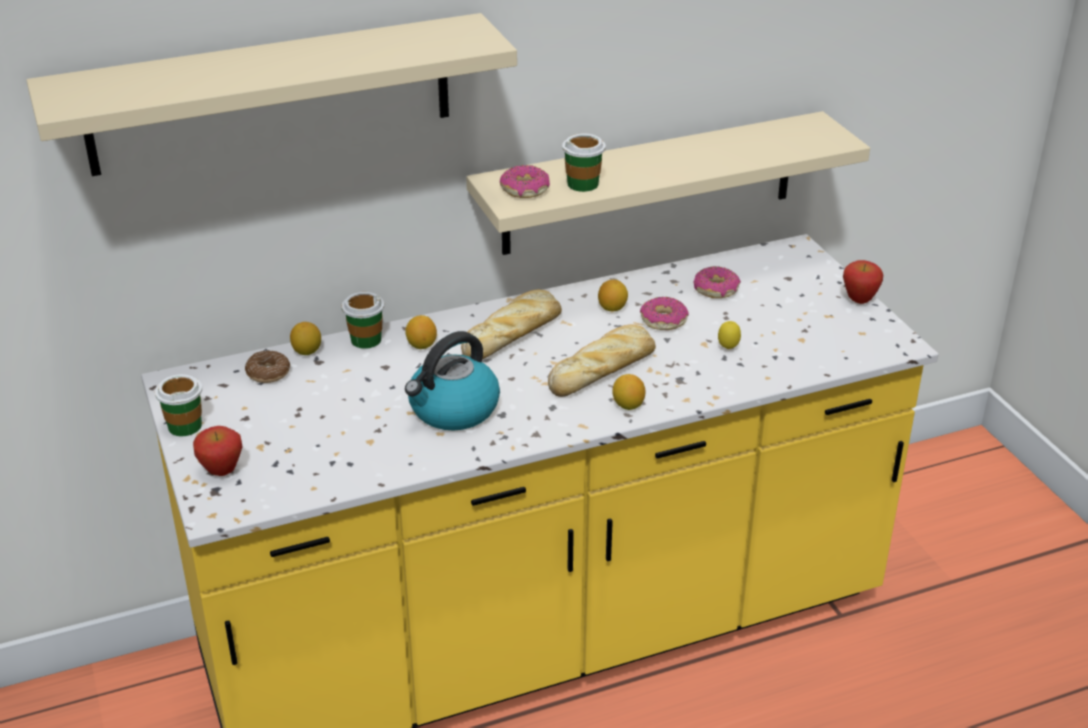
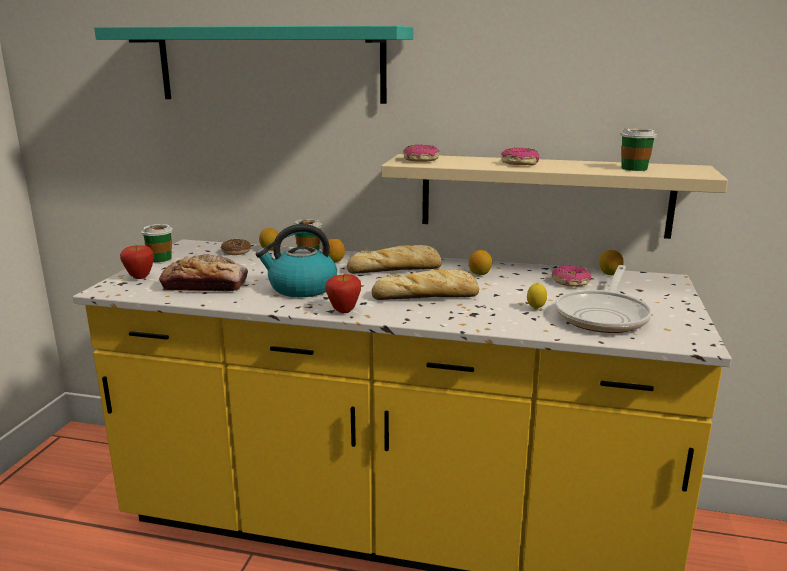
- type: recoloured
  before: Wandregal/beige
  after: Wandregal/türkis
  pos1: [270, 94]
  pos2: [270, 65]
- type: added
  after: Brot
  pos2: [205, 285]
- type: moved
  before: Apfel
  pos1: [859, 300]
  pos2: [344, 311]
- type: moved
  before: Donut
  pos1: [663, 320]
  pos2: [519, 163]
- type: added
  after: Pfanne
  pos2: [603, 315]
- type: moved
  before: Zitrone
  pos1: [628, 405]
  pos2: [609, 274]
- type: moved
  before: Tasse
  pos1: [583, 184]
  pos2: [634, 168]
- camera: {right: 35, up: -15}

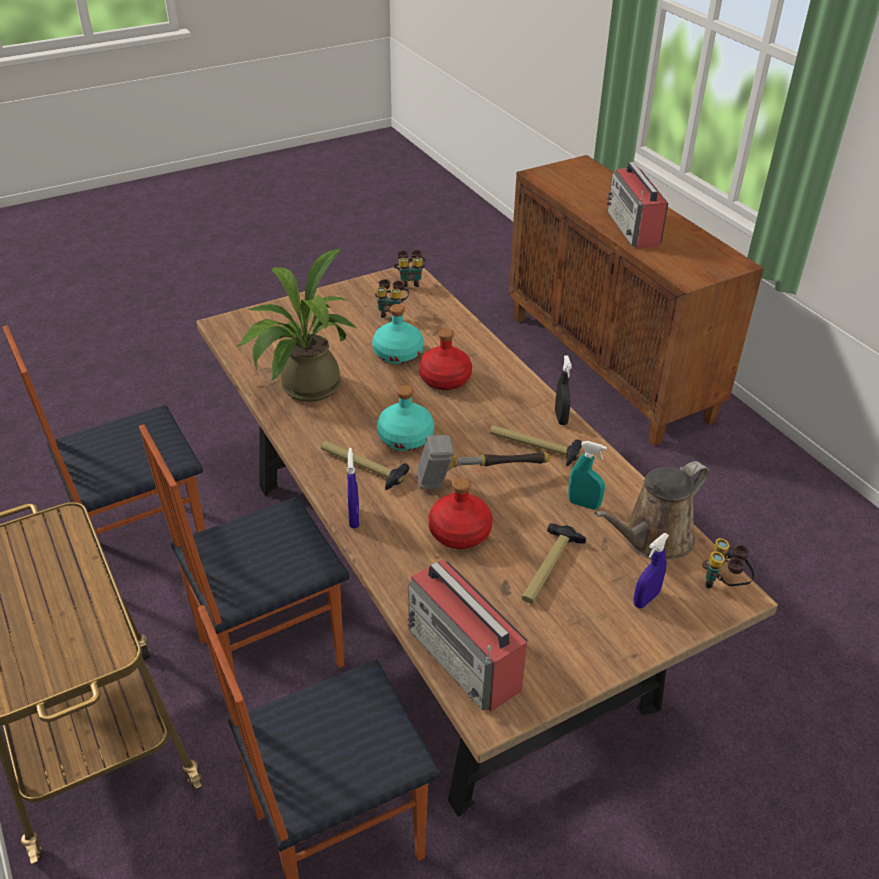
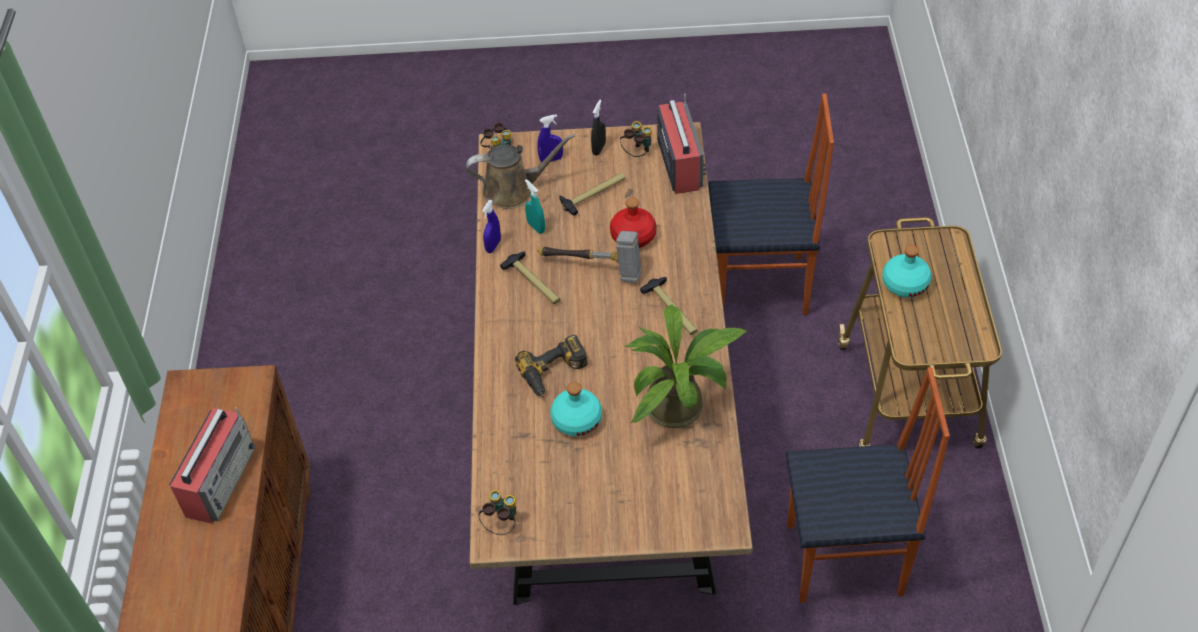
- type: moved
  before: Sprühflasche/blau
  pos1: [354, 518]
  pos2: [493, 246]
- type: replaced
  before: Flasche/rot
  after: Bohrmaschine
  pos1: [445, 379]
  pos2: [555, 373]
- type: moved
  before: Sprühflasche/schwarz
  pos1: [561, 418]
  pos2: [599, 148]
- type: moved
  before: Fernglas
  pos1: [391, 312]
  pos2: [637, 153]
- type: moved
  before: Flasche/türkis
  pos1: [406, 438]
  pos2: [904, 283]
- type: removed
  before: Stuhl
  pos1: [269, 652]
- camera: {right: -150, up: 10}

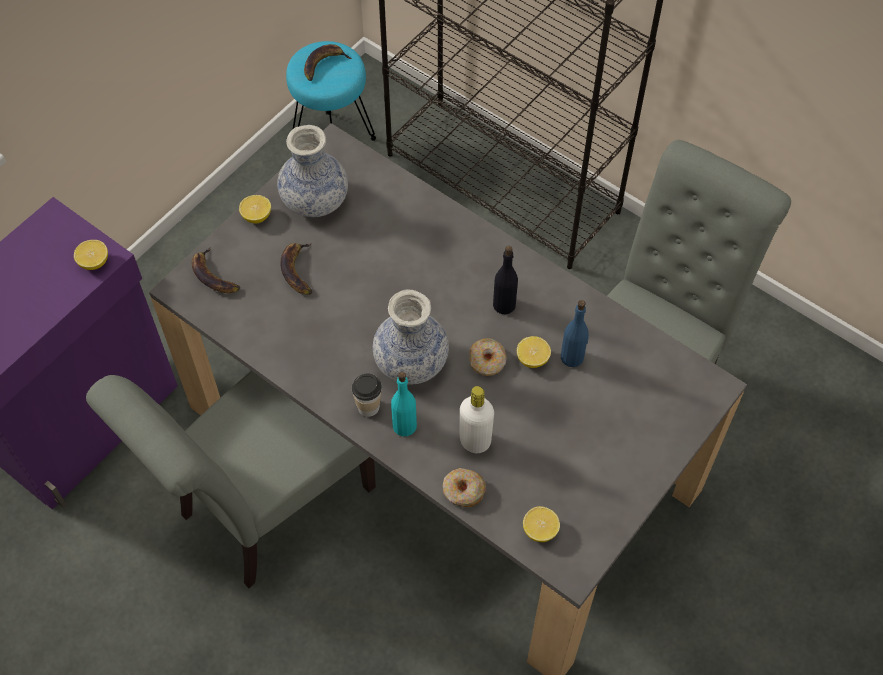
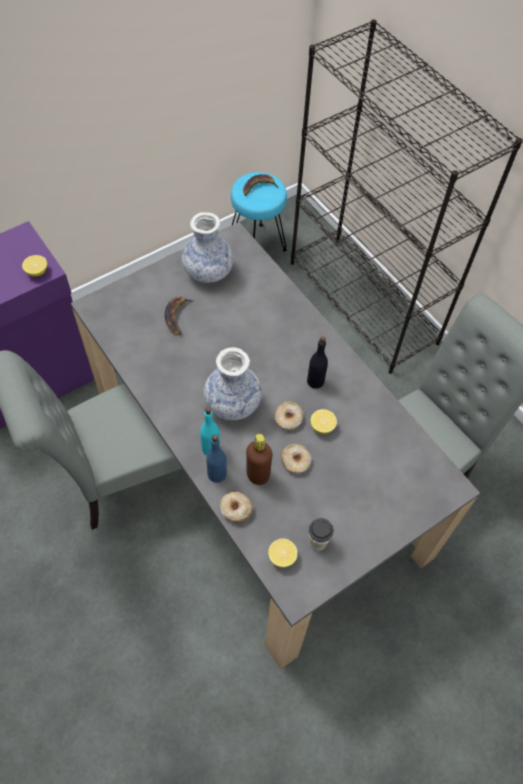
- type: moved
  before: Flasche/blau
  pos1: [572, 357]
  pos2: [217, 474]
- type: recoloured
  before: Flasche/weiß
  after: Flasche/braun
  pos1: [475, 441]
  pos2: [258, 475]
- type: added
  after: Donut
  pos2: [295, 461]
- type: moved
  before: Tasse
  pos1: [368, 406]
  pos2: [318, 542]
- type: removed
  before: Banane
  pos1: [213, 276]
- type: removed
  before: Zitrone
  pos1: [256, 216]
- camera: {right: 15, up: 0}

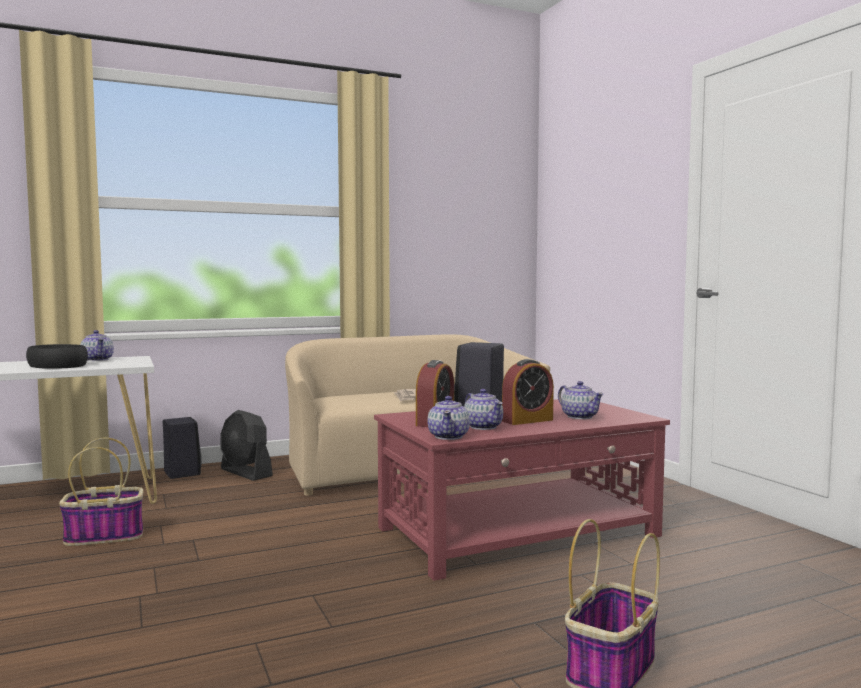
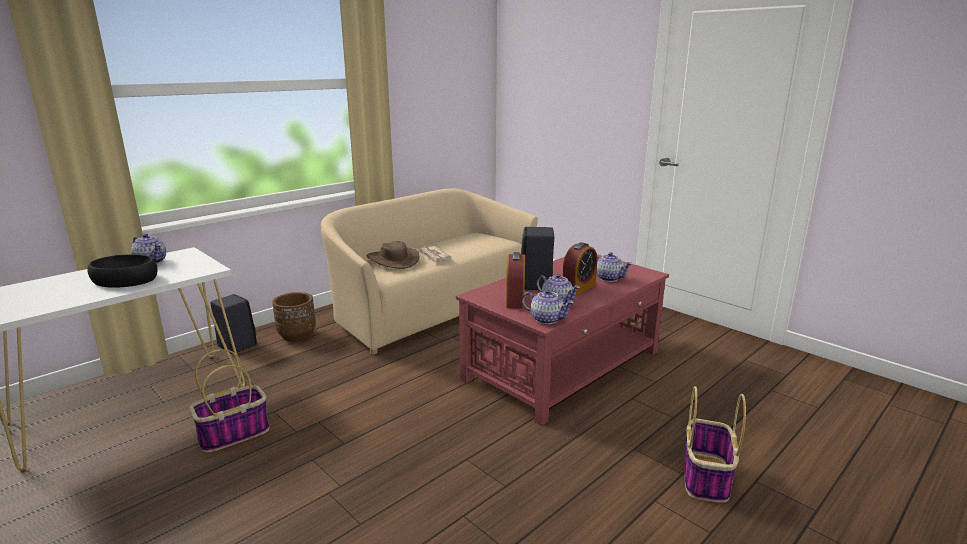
- type: replaced
  before: Ventilator/schwarz
  after: Pflanzkübel/braun
  pos1: [246, 473]
  pos2: [297, 336]
- type: added
  after: Hut/braun
  pos2: [393, 260]
- type: turned
  before: Teekanne
  pos1: [449, 436]
  pos2: [546, 319]
  turn: -45
- camera: {right: -20, up: 15}

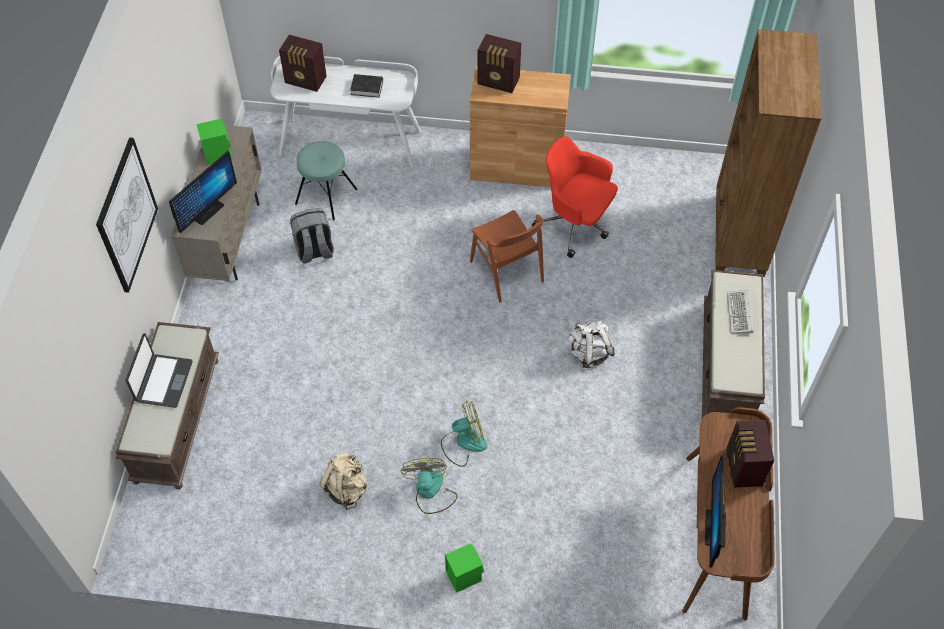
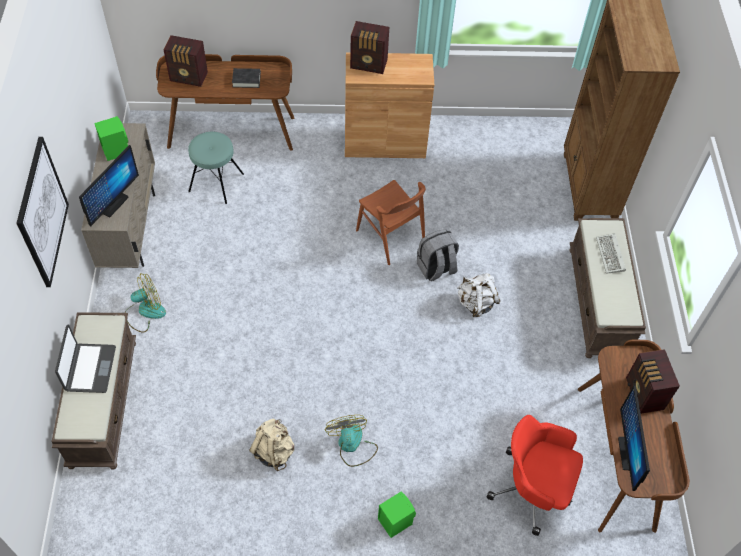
- type: moved
  before: Ventilator
  pos1: [463, 442]
  pos2: [145, 312]
- type: recoloured
  before: Schreibtisch/weiß
  after: Schreibtisch/braun
  pos1: [350, 141]
  pos2: [231, 131]
- type: moved
  before: Rucksack/grau
  pos1: [314, 251]
  pos2: [436, 268]
- type: moved
  before: Bürostuhl/rot
  pos1: [575, 224]
  pos2: [532, 489]
- camera: {right: -10, up: 0}

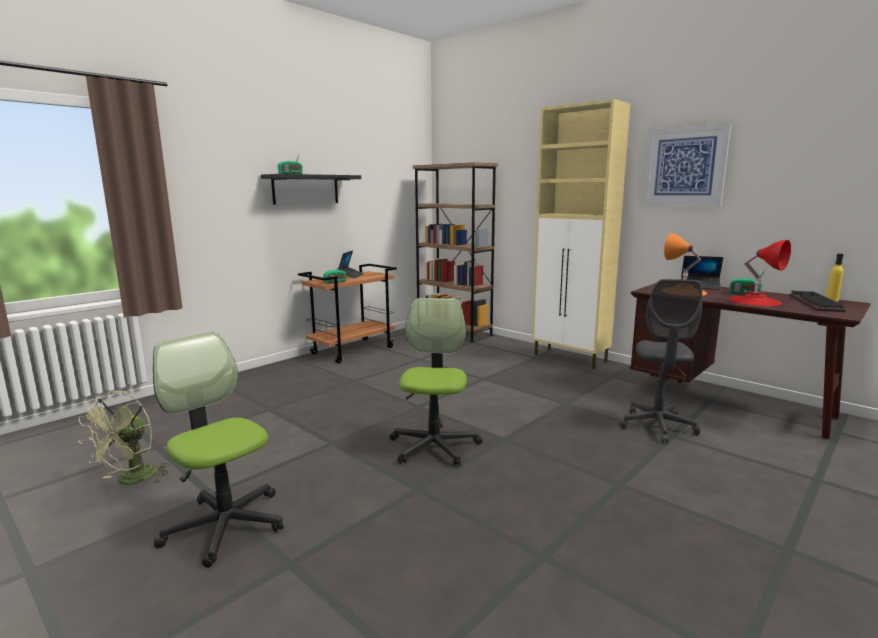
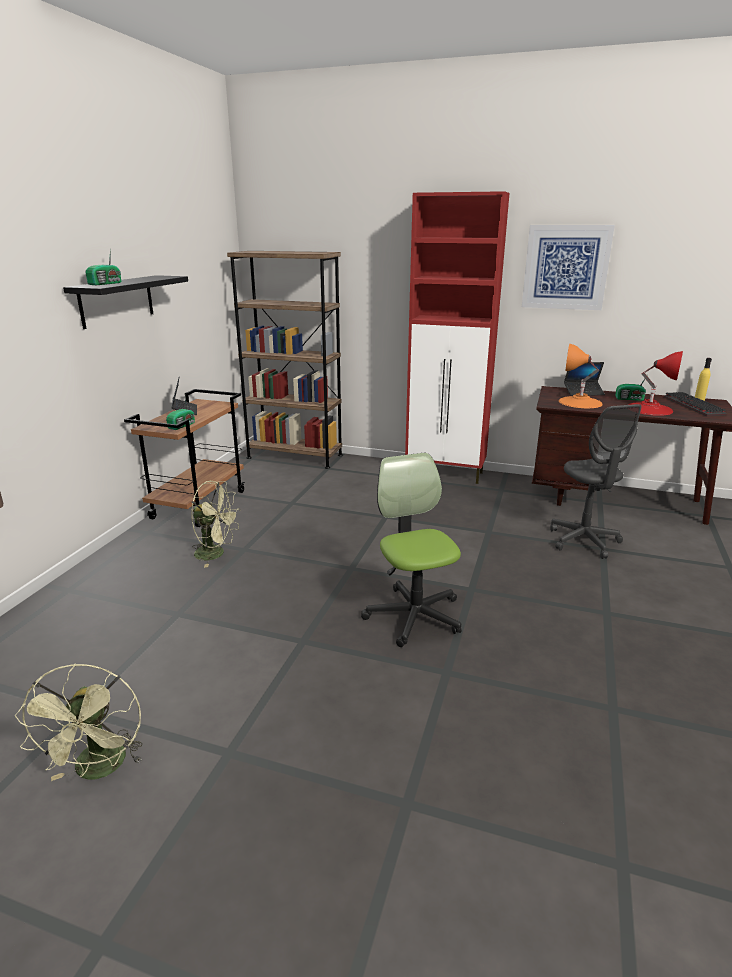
- type: added
  after: Ventilator/grün
  pos2: [216, 554]
- type: recoloured
  before: Schrank/beige
  after: Schrank/rot
  pos1: [570, 358]
  pos2: [446, 474]
- type: removed
  before: Bürostuhl
  pos1: [225, 525]
- camera: {right: -25, up: 10}

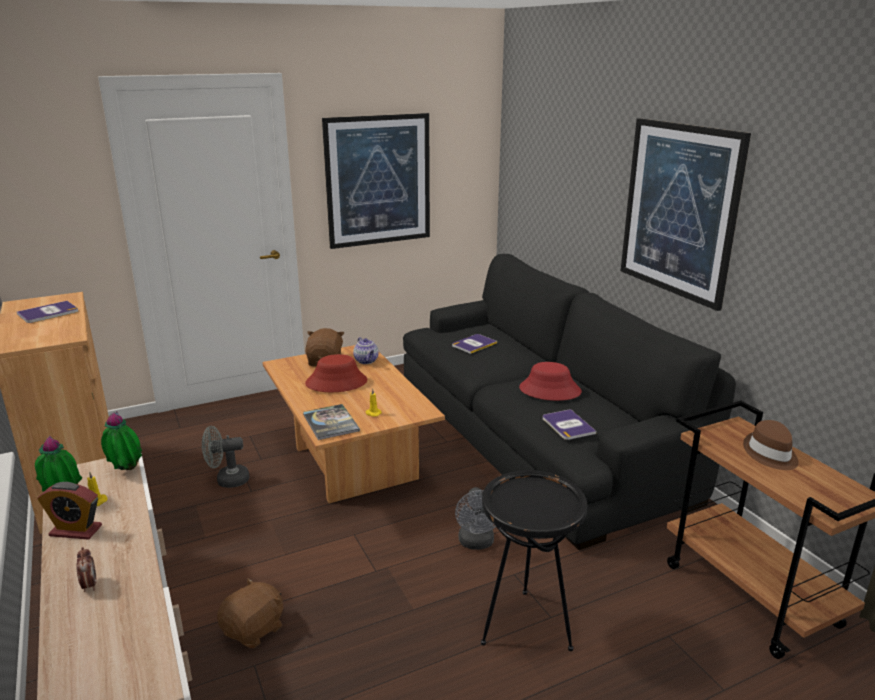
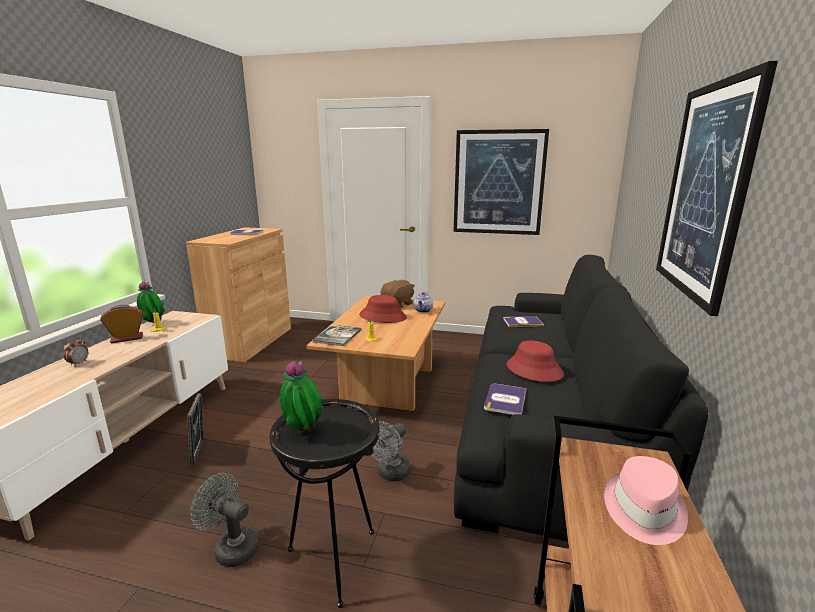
- type: turned
  before: Wecker
  pos1: [76, 531]
  pos2: [127, 338]
  turn: 105
- type: replaced
  before: Plüschtier/braun
  after: Bilderrahmen
  pos1: [254, 630]
  pos2: [200, 452]
- type: moved
  before: Ventilator/grau
  pos1: [227, 480]
  pos2: [231, 547]
- type: moved
  before: Topfpflanze
  pos1: [126, 471]
  pos2: [302, 431]
- type: recoloured
  before: Hut/braun
  after: Hut/rosa
  pos1: [770, 454]
  pos2: [643, 510]
- camera: {right: 40, up: -5}

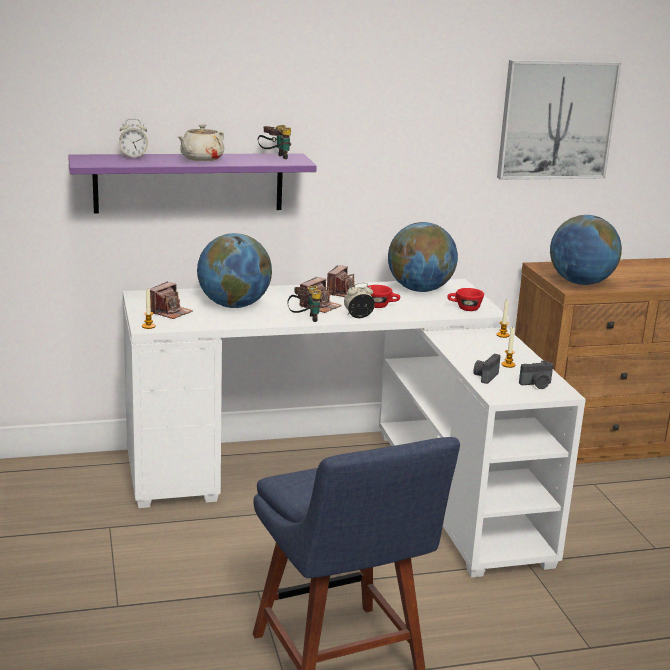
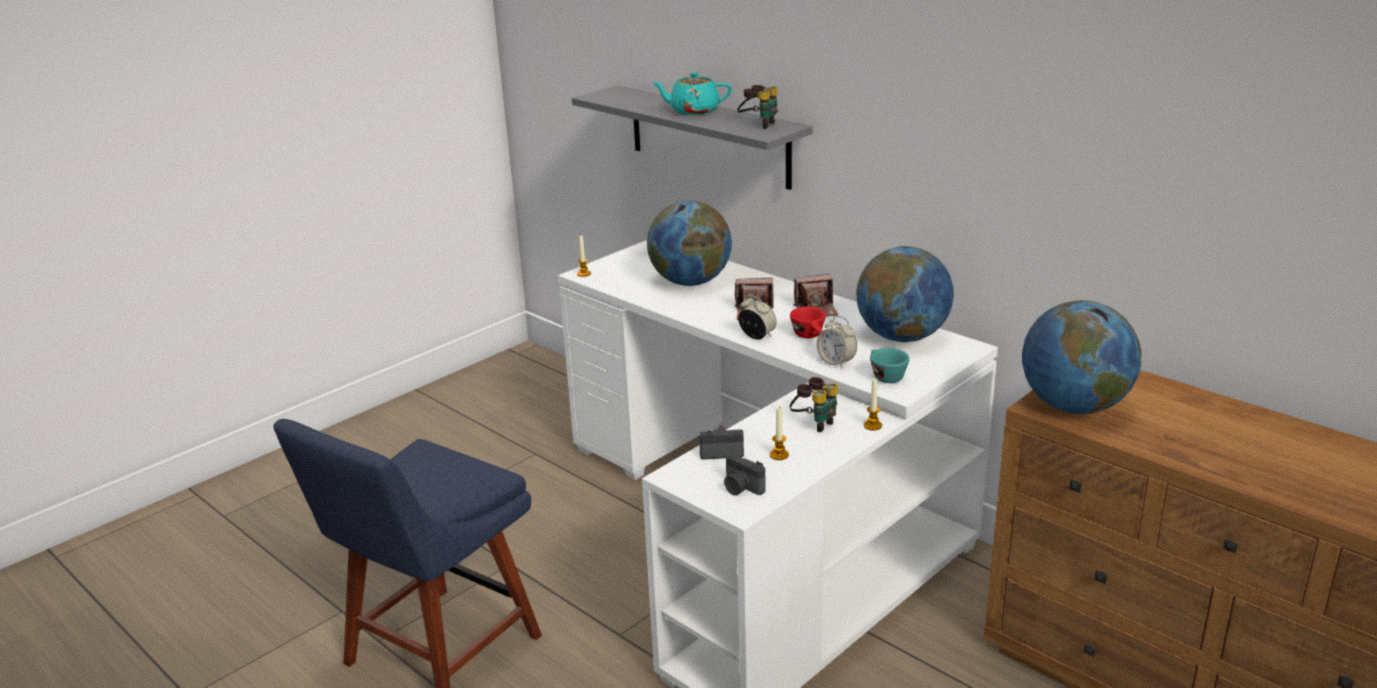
- type: recoloured
  before: Wandregal/lila
  after: Wandregal/grau
  pos1: [189, 182]
  pos2: [708, 136]
- type: recoloured
  before: Teekanne/beige
  after: Teekanne/türkis
  pos1: [201, 159]
  pos2: [693, 111]
- type: moved
  before: Fernglas
  pos1: [304, 319]
  pos2: [814, 423]
- type: moved
  before: Wecker
  pos1: [133, 157]
  pos2: [836, 362]
- type: recoloured
  before: Tasse/rot
  after: Tasse/türkis
  pos1: [464, 308]
  pos2: [885, 376]
- type: removed
  before: Kamera
  pos1: [170, 312]
- type: removed
  before: Bild
  pos1: [556, 120]
- camera: {right: 60, up: 5}

